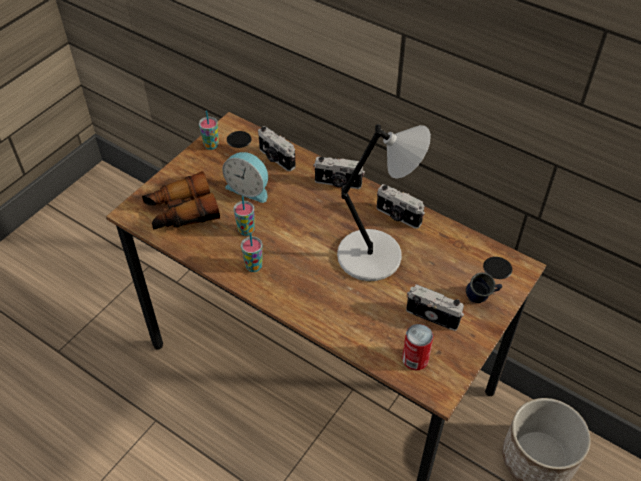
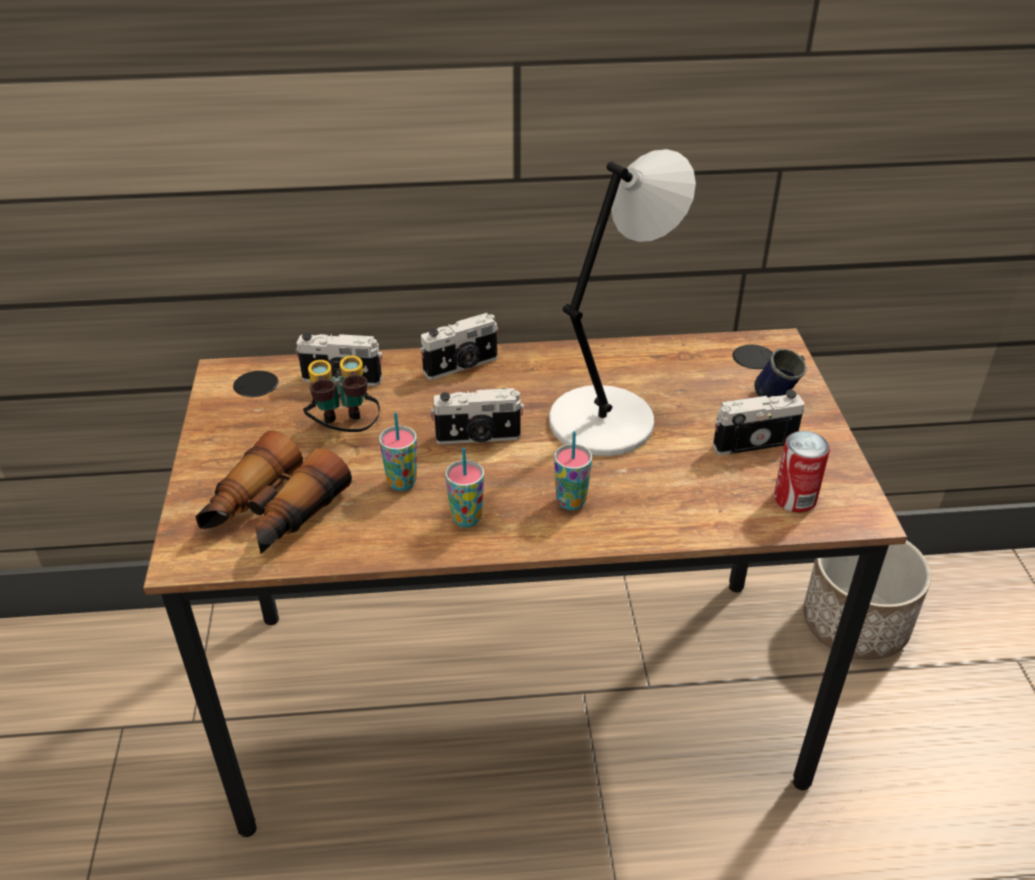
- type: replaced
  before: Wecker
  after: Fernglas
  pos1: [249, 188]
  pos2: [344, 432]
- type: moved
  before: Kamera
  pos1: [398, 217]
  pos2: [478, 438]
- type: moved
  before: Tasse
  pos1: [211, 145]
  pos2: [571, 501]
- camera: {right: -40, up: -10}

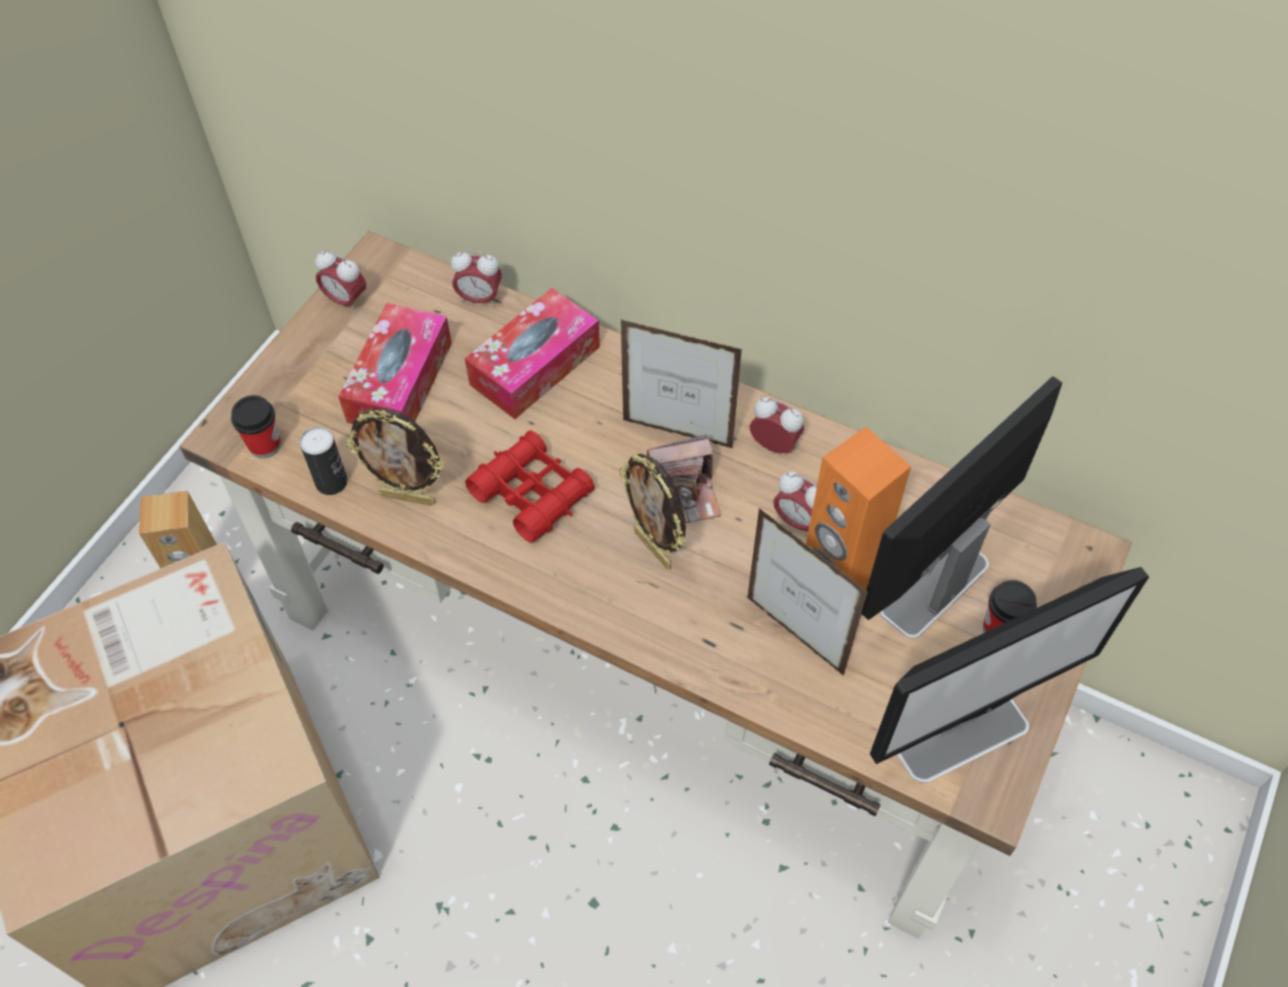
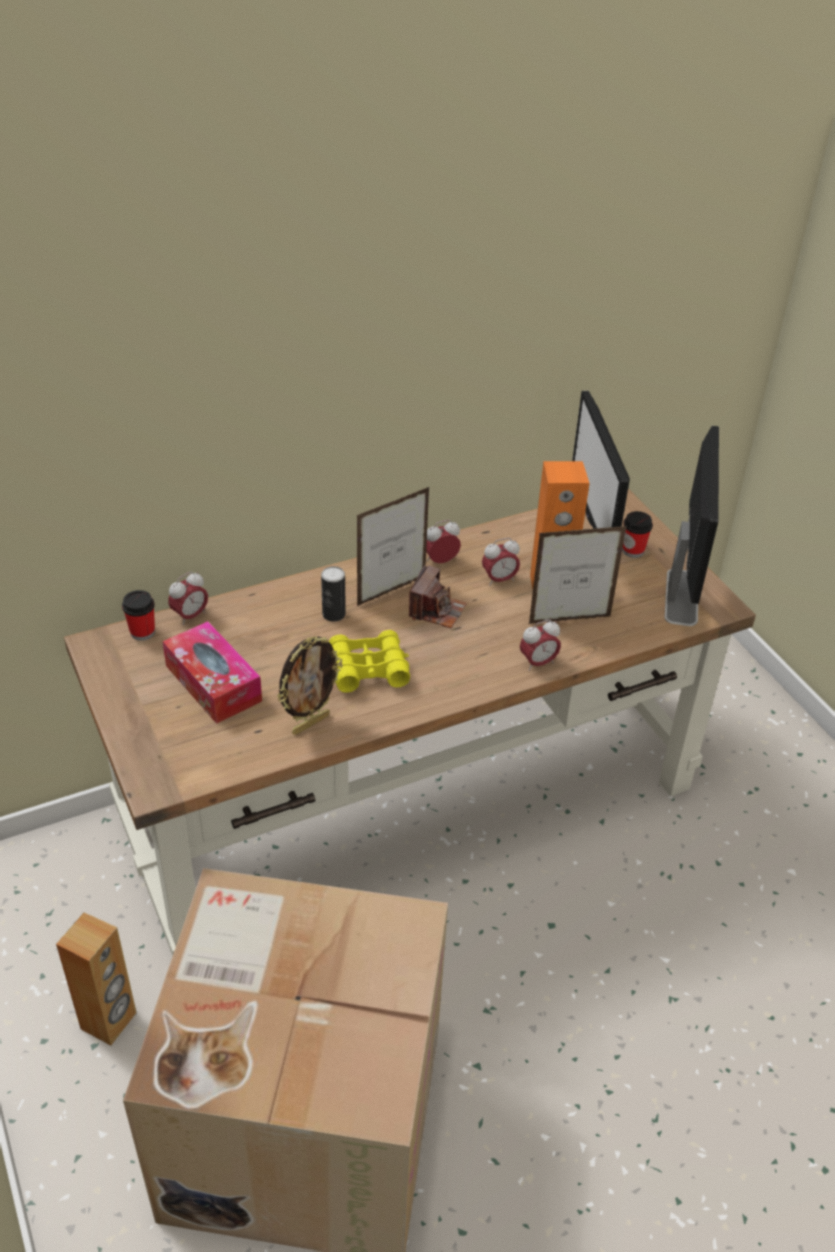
- type: moved
  before: Tasse
  pos1: [265, 445]
  pos2: [142, 632]
- type: moved
  before: Dose
  pos1: [331, 482]
  pos2: [333, 614]
- type: recoloured
  before: Fernglas/rot
  after: Fernglas/gelb
  pos1: [532, 493]
  pos2: [368, 669]
- type: moved
  before: Wecker
  pos1: [346, 300]
  pos2: [538, 663]
- type: removed
  before: Taschentuchbox
  pos1: [535, 365]
- type: removed
  before: Bilderrahmen
  pos1: [654, 548]
- camera: {right: -55, up: -15}

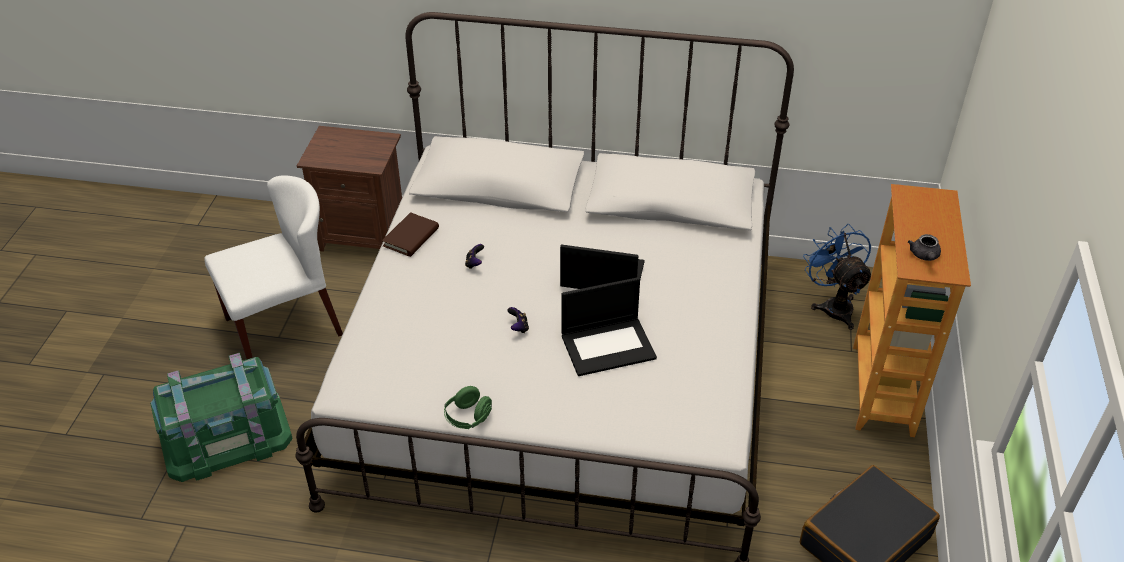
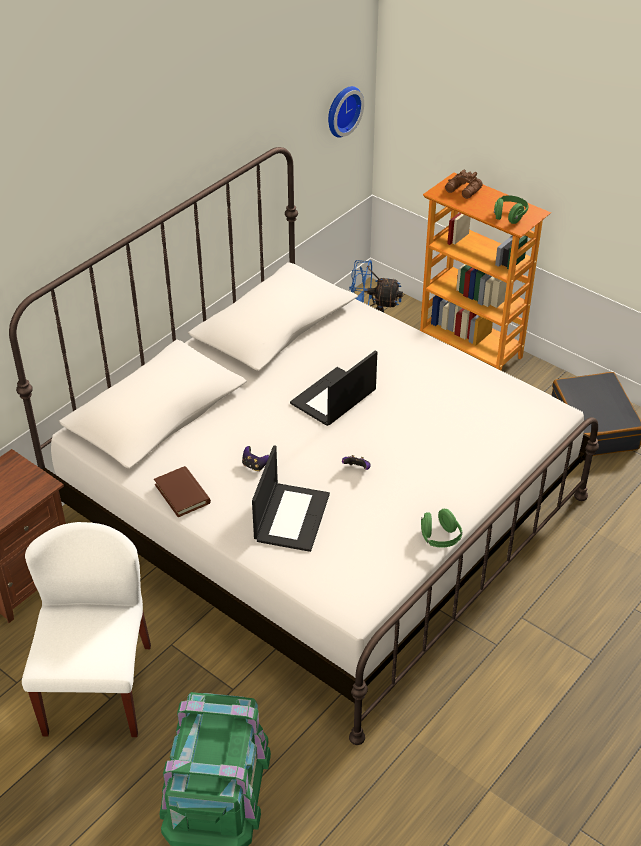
- type: moved
  before: Laptop
  pos1: [608, 346]
  pos2: [291, 516]
- type: added
  after: Wanduhr
  pos2: [341, 110]
- type: added
  after: Fernglas/braun
  pos2: [463, 191]
- type: replaced
  before: Teekanne/grau
  after: Kopfhörer/grün
  pos1: [924, 256]
  pos2: [509, 216]
- camera: {right: -60, up: 0}

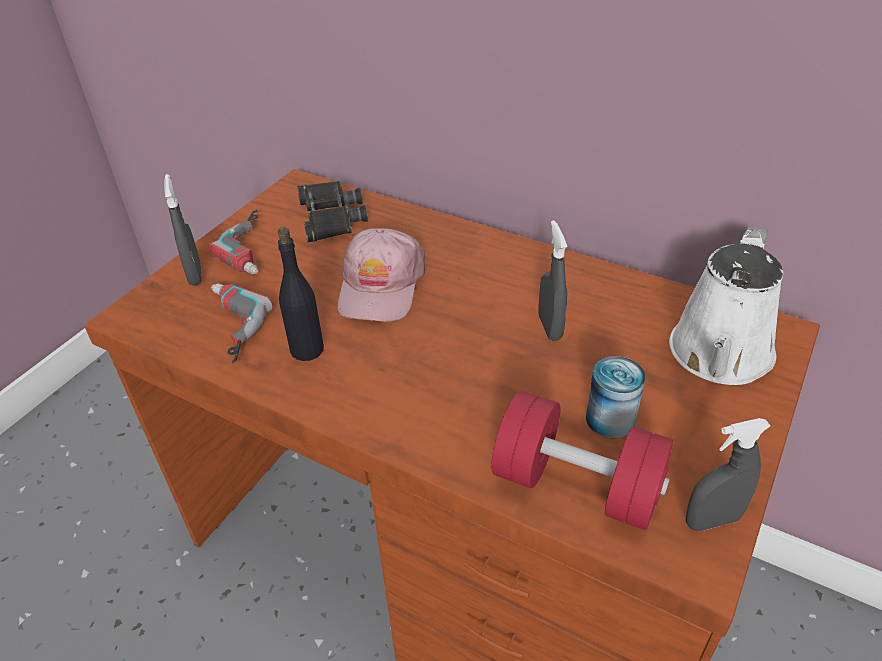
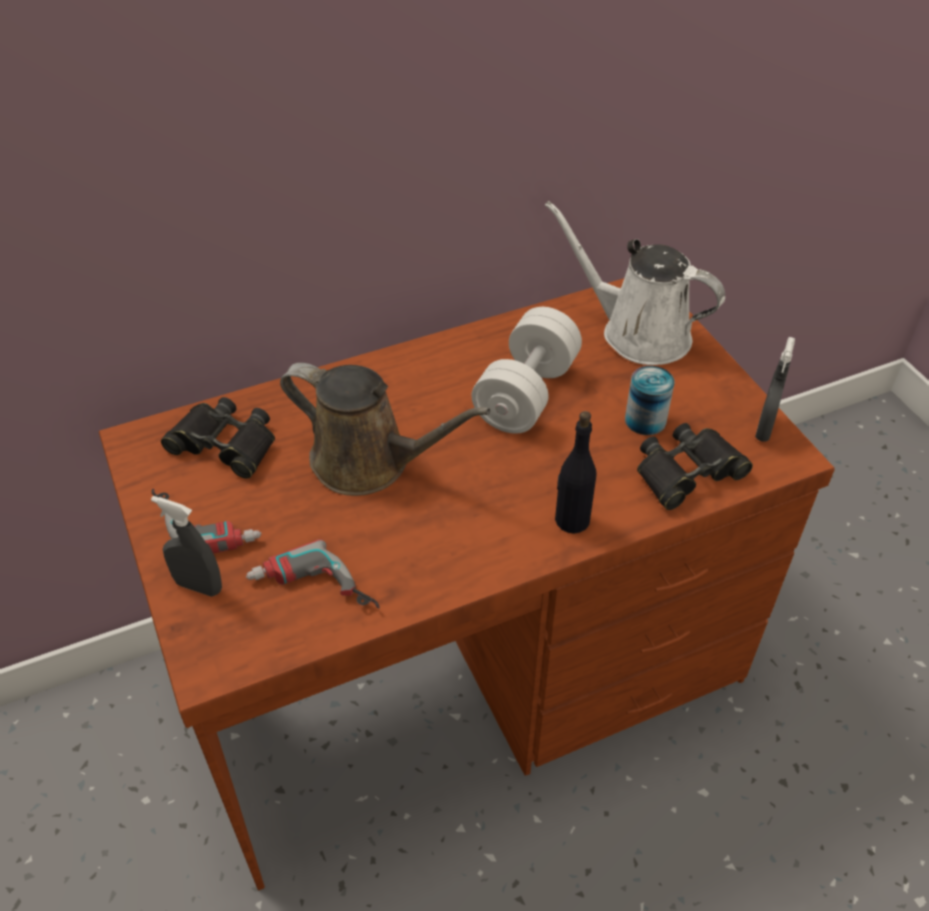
- type: replaced
  before: Kappe/rosa
  after: Gießkanne/braun
  pos1: [380, 286]
  pos2: [369, 462]
- type: replaced
  before: Sprühflasche/grau
  after: Hantel/weiß
  pos1: [550, 327]
  pos2: [526, 393]
- type: turned
  before: Gießkanne/weiß
  pos1: [719, 357]
  pos2: [637, 333]
  turn: 150
- type: moved
  before: Flasche/schwarz
  pos1: [307, 349]
  pos2: [571, 520]
- type: replaced
  before: Hantel/rot
  after: Fernglas/schwarz
  pos1: [577, 485]
  pos2: [687, 472]
- camera: {right: -55, up: 5}

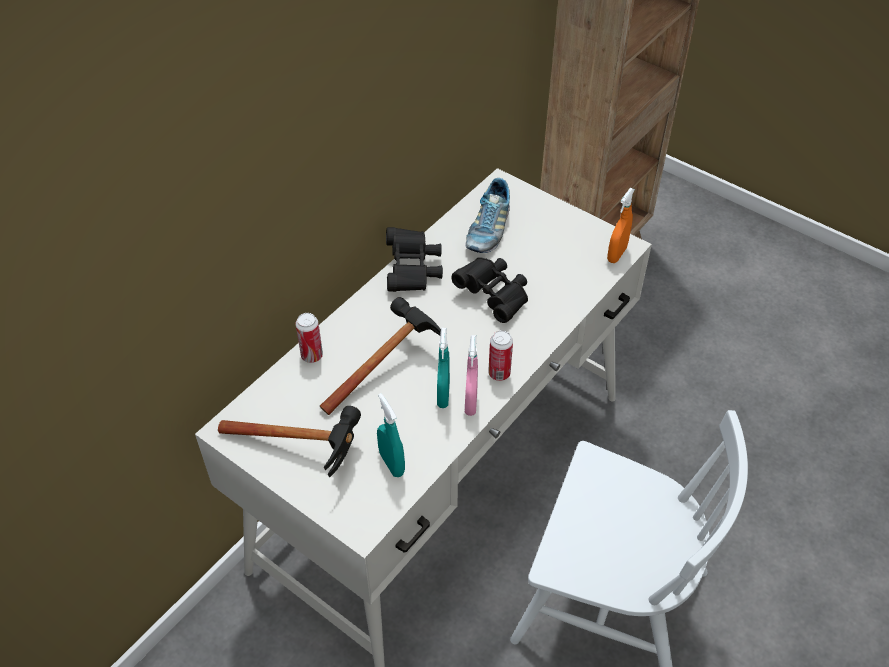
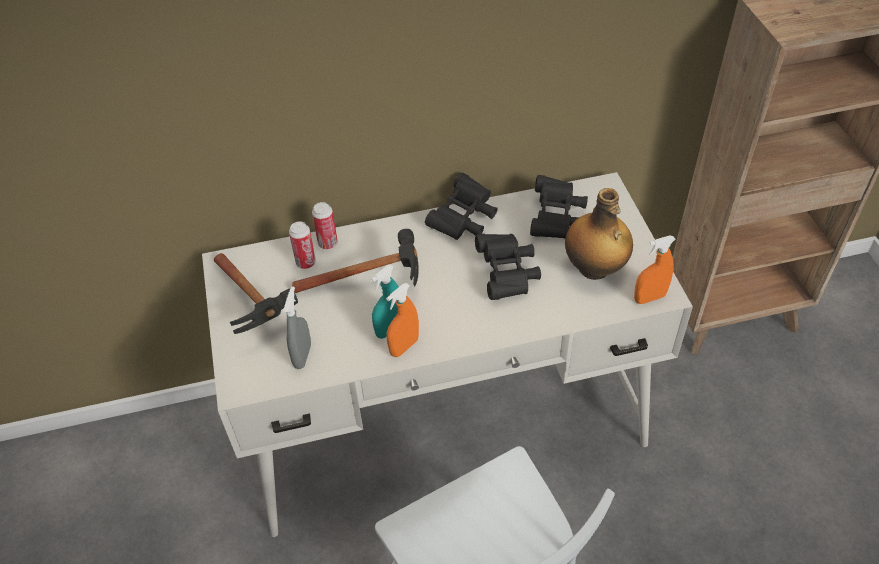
- type: recoloured
  before: Sprühflasche/türkis
  after: Sprühflasche/grau
  pos1: [391, 463]
  pos2: [302, 356]
- type: moved
  before: Dose
  pos1: [499, 373]
  pos2: [306, 262]
- type: recoloured
  before: Sprühflasche/rosa
  after: Sprühflasche/orange
  pos1: [470, 402]
  pos2: [404, 347]
- type: replaced
  before: Schuh
  after: Fernglas/schwarz
  pos1: [488, 230]
  pos2: [556, 219]
- type: added
  after: Flasche
  pos2: [594, 269]
- camera: {right: 40, up: 0}

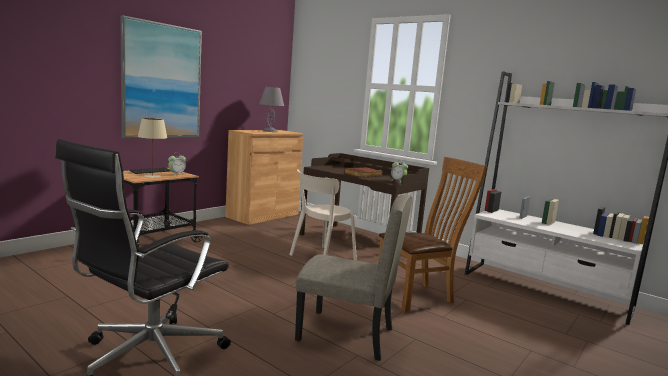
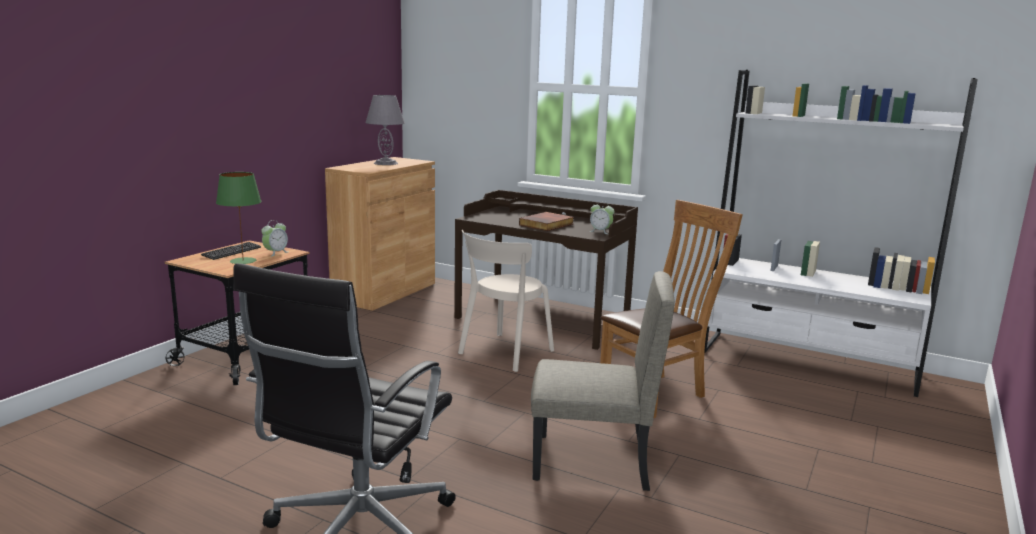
- type: recoloured
  before: Tischlampe/beige
  after: Tischlampe/grün
  pos1: [152, 176]
  pos2: [243, 261]
- type: removed
  before: Bild
  pos1: [162, 81]
- camera: {right: -10, up: 5}

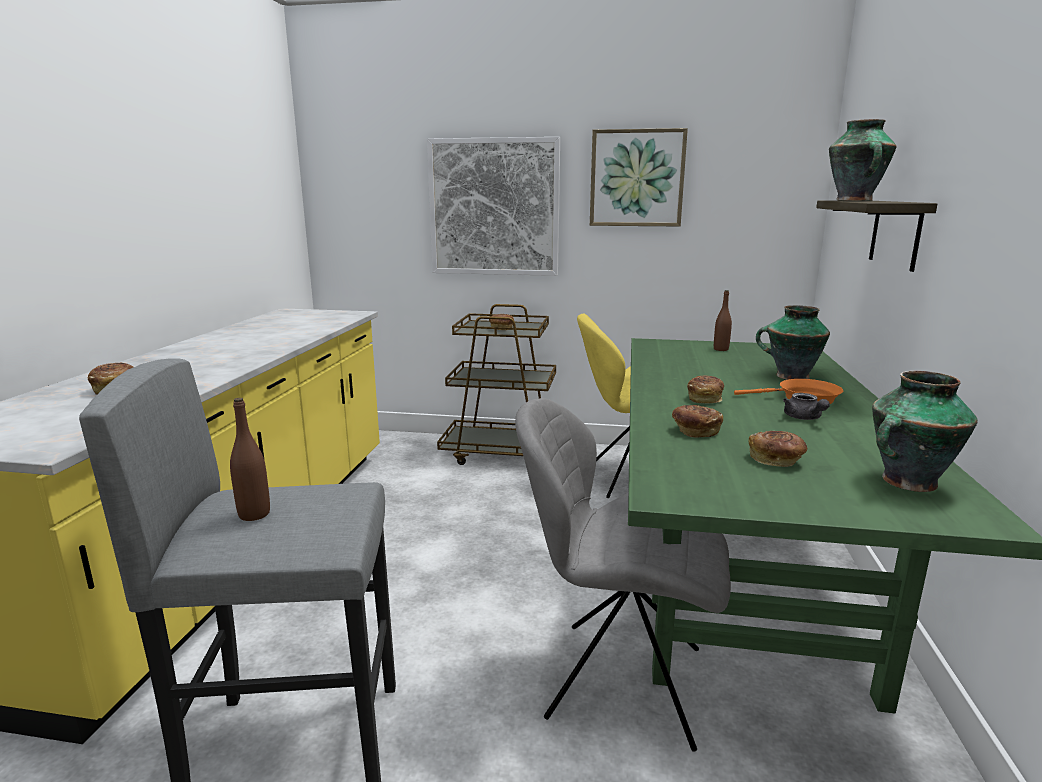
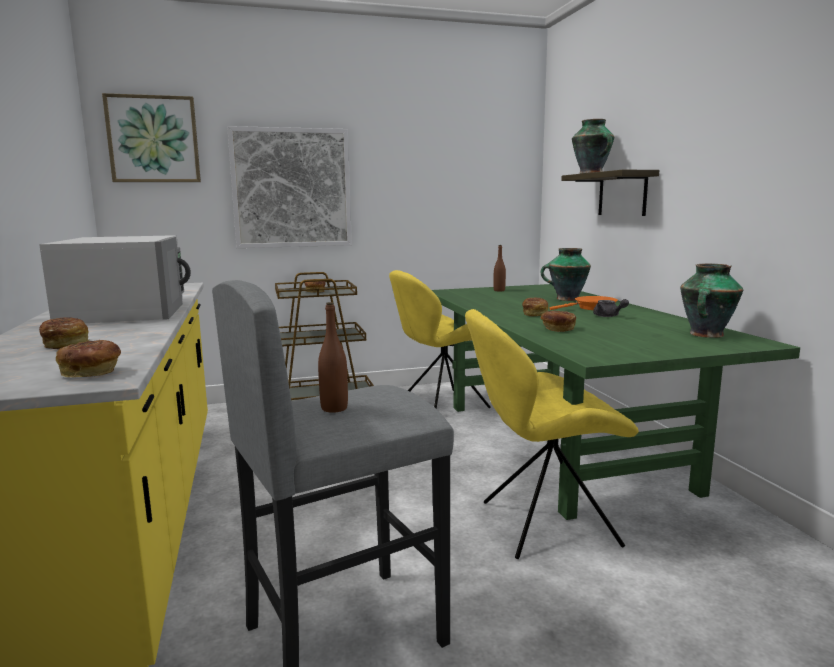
- type: added
  after: Mikrowelle/weiß
  pos2: [126, 310]
- type: moved
  before: Brot
  pos1: [776, 460]
  pos2: [91, 373]
- type: moved
  before: Bild
  pos1: [636, 178]
  pos2: [153, 139]
- type: recoloured
  before: Stuhl/grau
  after: Stuhl/gelb
  pos1: [618, 680]
  pos2: [543, 524]
- camera: {right: -25, up: -5}

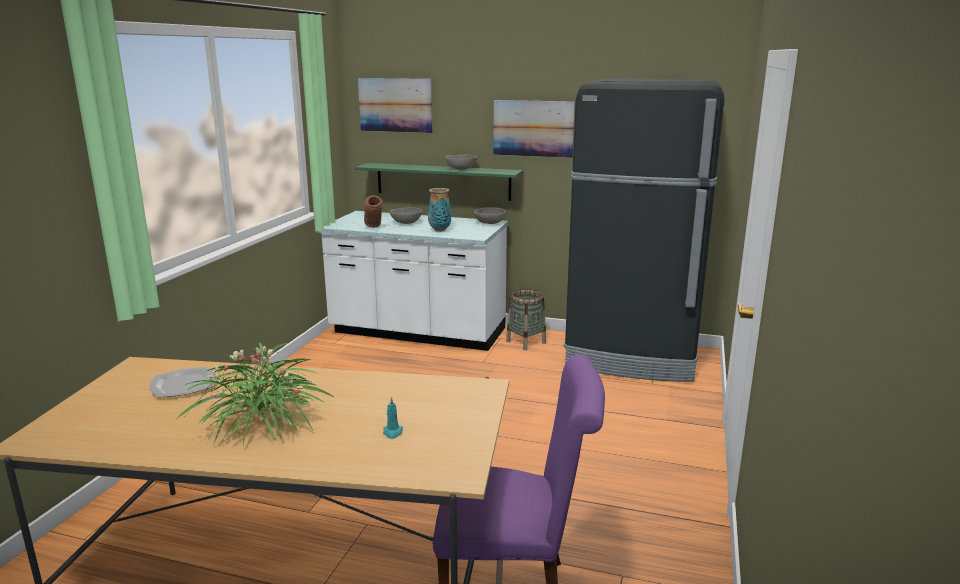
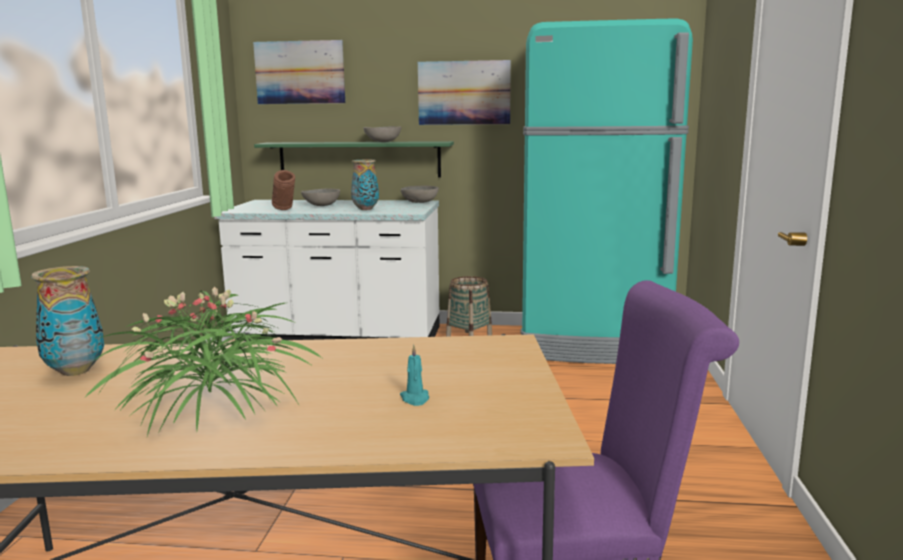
- type: replaced
  before: Teller
  after: Vase
  pos1: [183, 385]
  pos2: [74, 371]
- type: recoloured
  before: Kühlschrank/schwarz
  after: Kühlschrank/türkis
  pos1: [632, 357]
  pos2: [594, 344]
- camera: {right: -10, up: -5}

